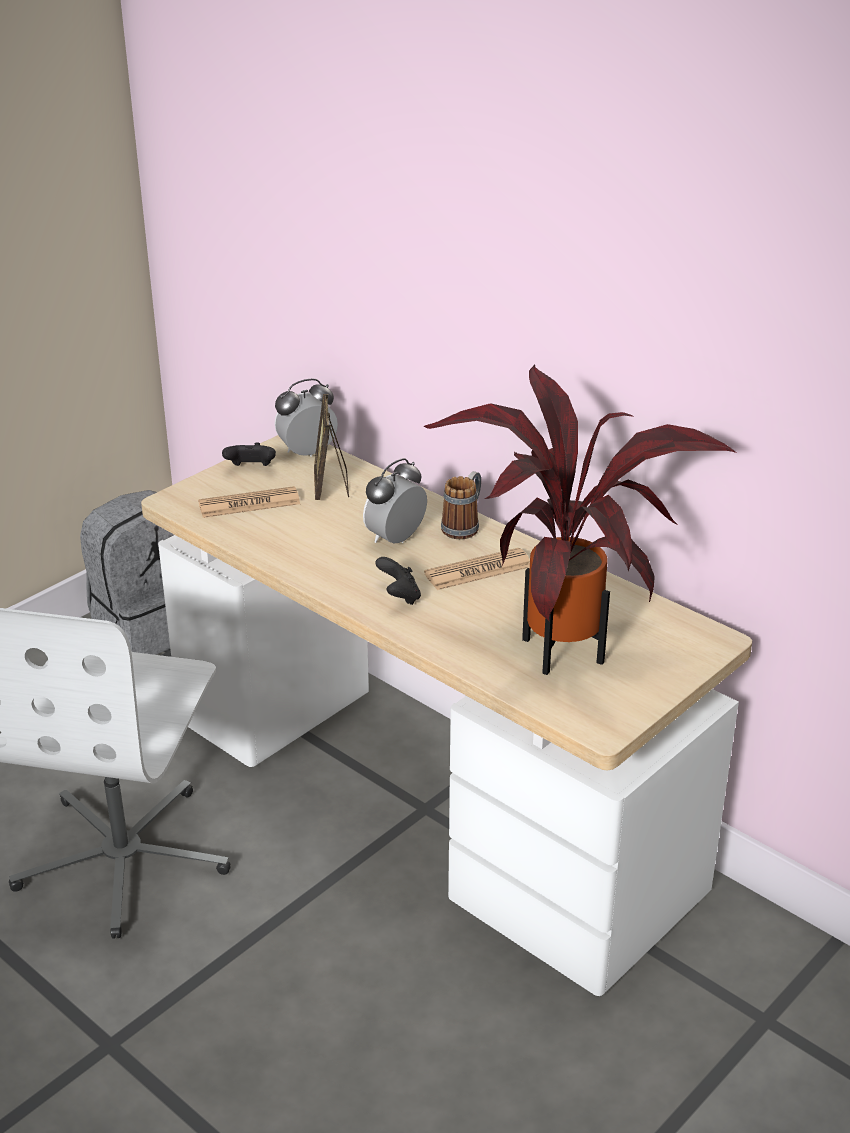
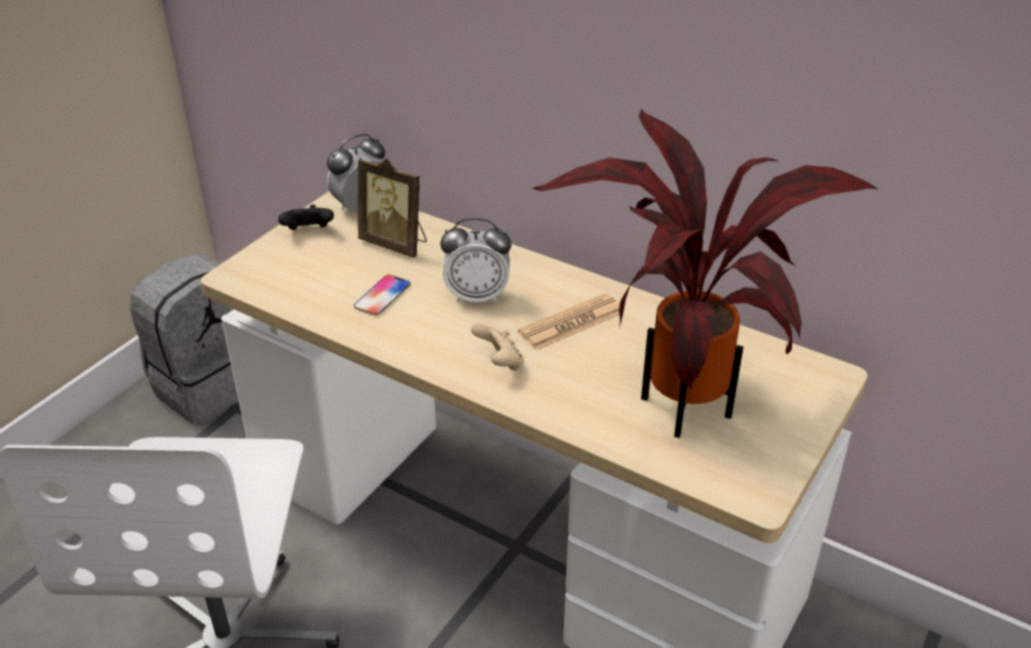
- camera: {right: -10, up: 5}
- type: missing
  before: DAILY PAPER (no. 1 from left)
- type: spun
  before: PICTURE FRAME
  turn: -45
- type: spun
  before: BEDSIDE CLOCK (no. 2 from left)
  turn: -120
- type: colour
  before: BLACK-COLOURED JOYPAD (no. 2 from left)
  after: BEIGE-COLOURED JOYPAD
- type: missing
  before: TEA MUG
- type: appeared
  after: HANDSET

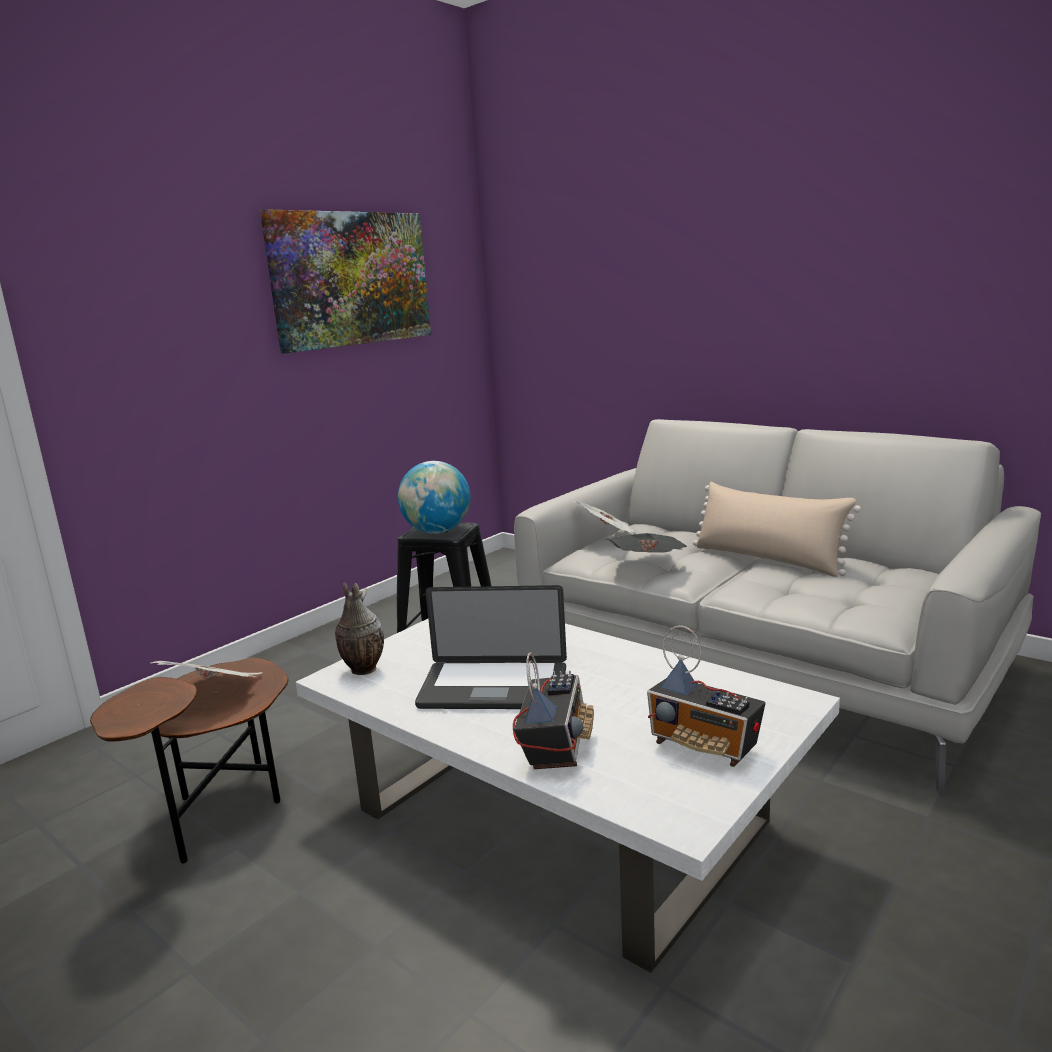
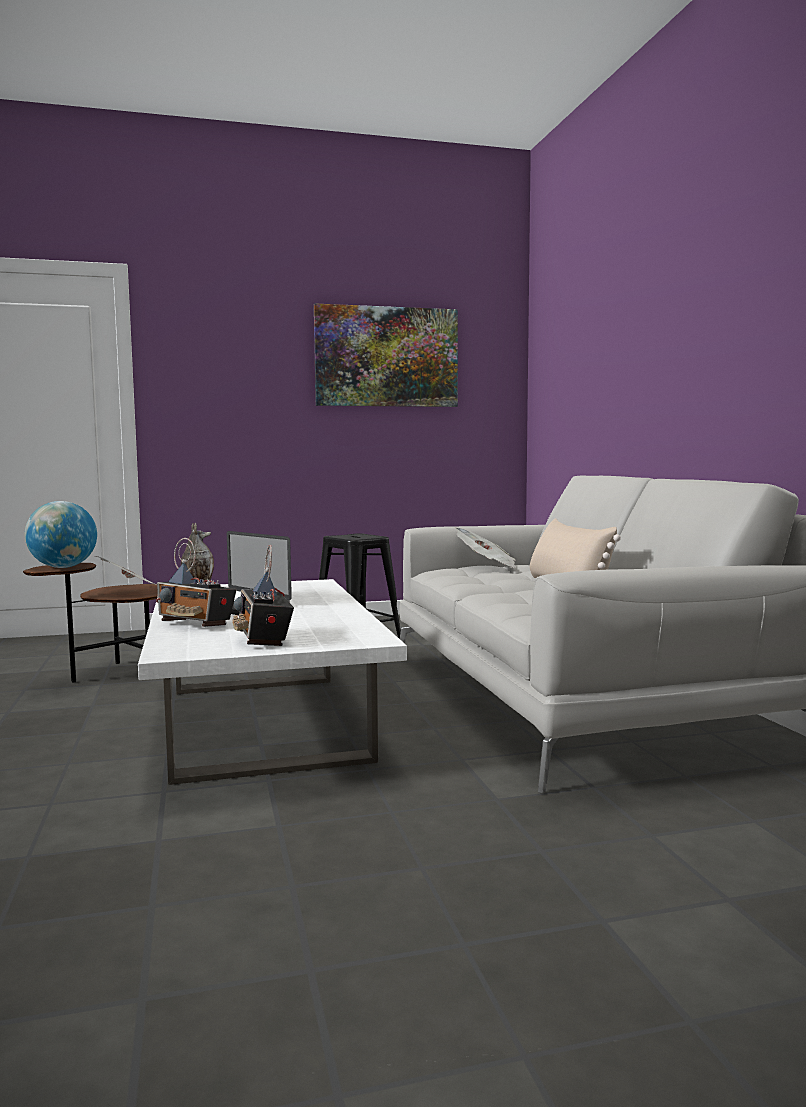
- camera: {right: 35, up: -10}
- type: relocated
  before: DESK GLOBE
- type: spun
  before: RADIO RECEIVER (no. 1 from left)
  turn: 75
- type: missing
  before: DAILY PAPER (no. 3 from left)

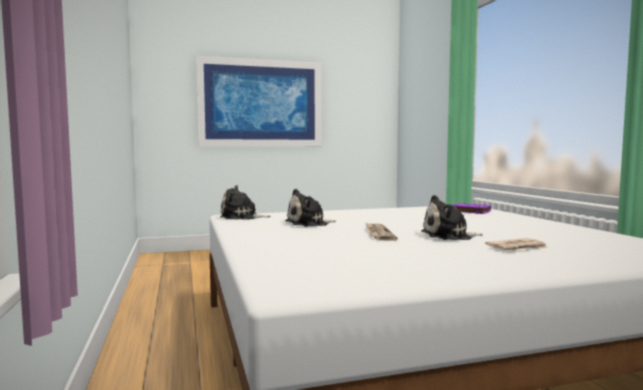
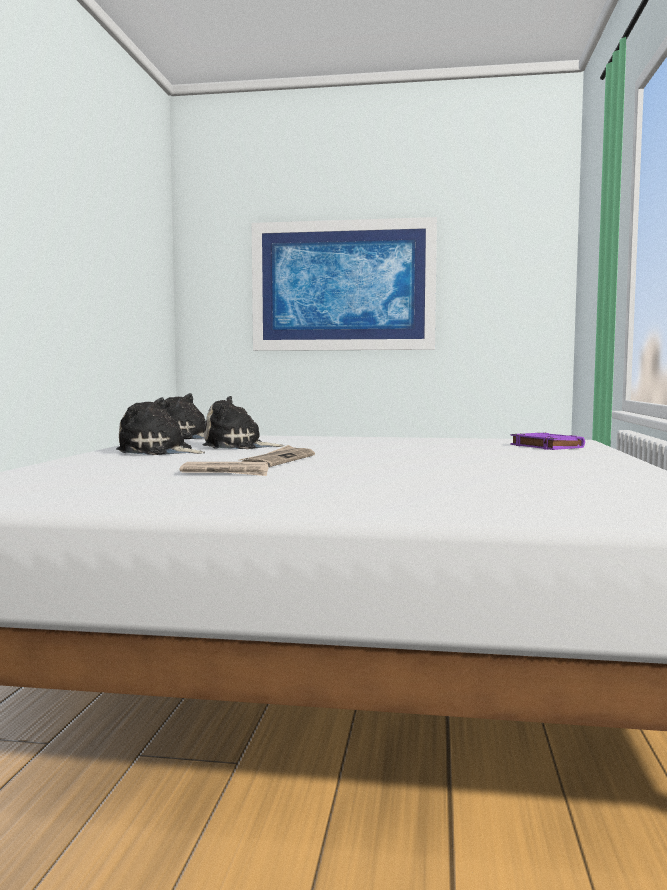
- camera: {right: 25, up: 0}
- type: relocated
  before: SOFT TOY (no. 3 from left in the first image)
  after: SOFT TOY (no. 1 from left)
- type: relocated
  before: DAILY PAPER (no. 2 from left in the first image)
  after: DAILY PAPER (no. 1 from left)

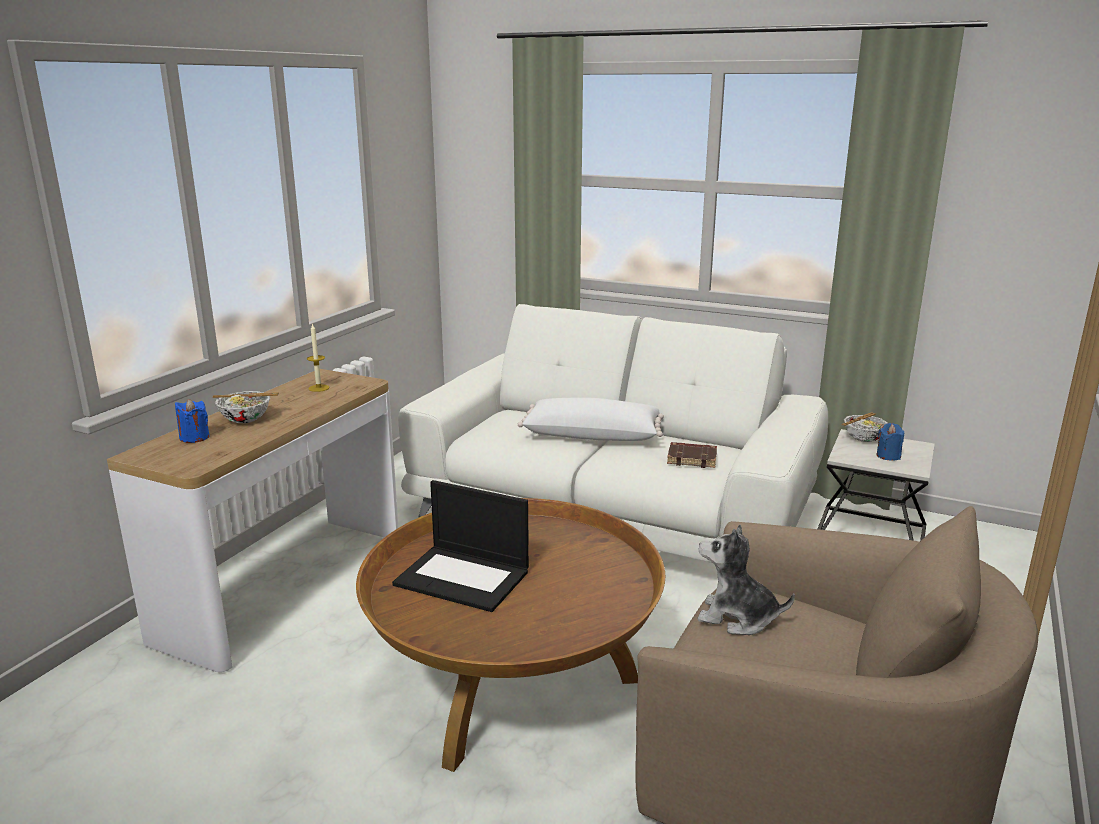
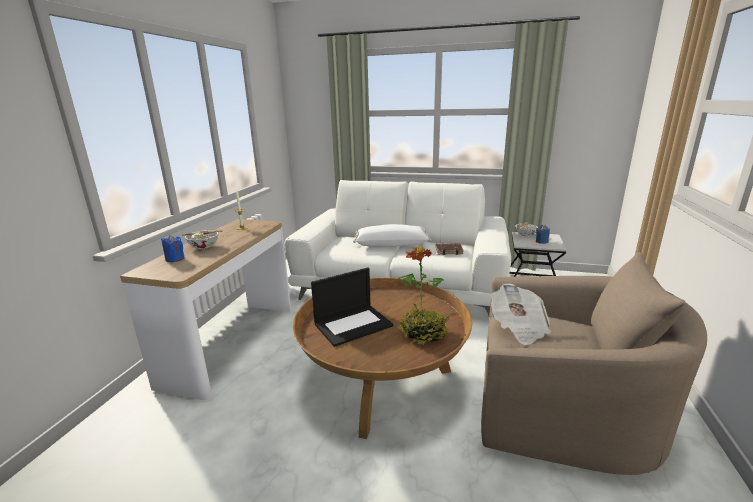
- camera: {right: -10, up: 0}
- type: spun
  before: LAPTOP
  turn: -45
- type: exchanged
  before: SOFT TOY
  after: DAILY PAPER
- type: appeared
  after: PLANT IN A POT

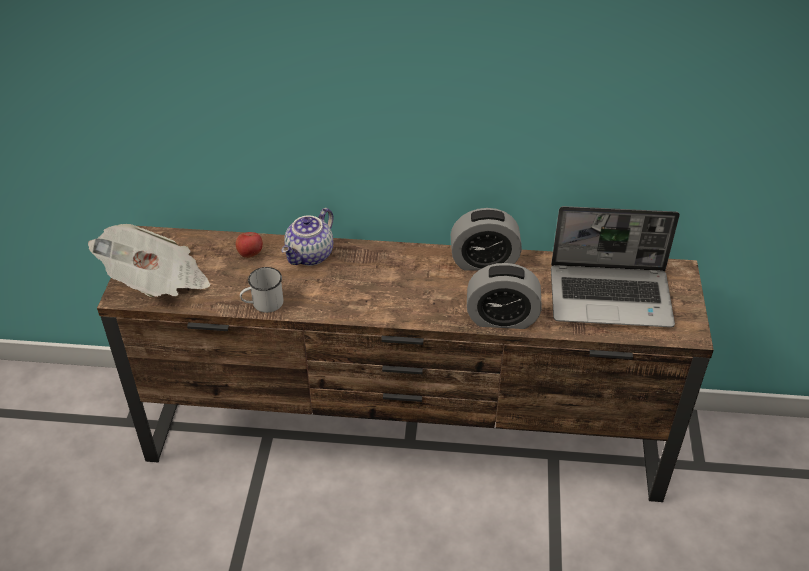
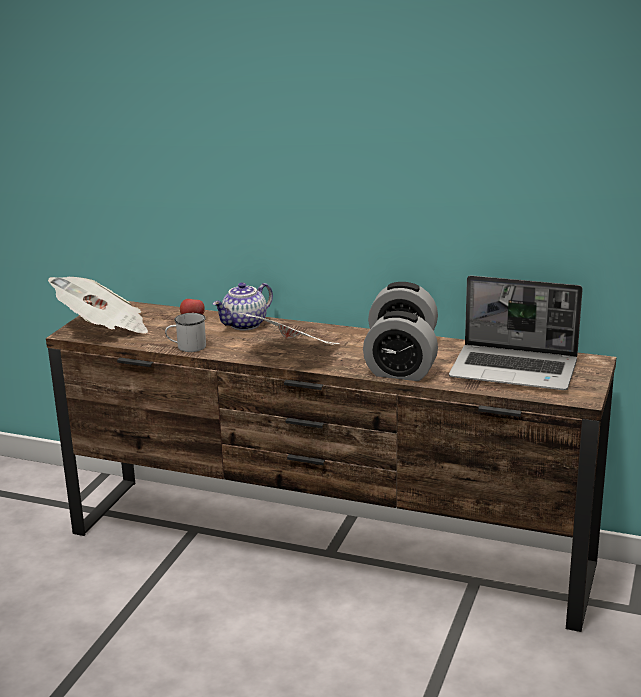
- camera: {right: 15, up: -20}
- type: appeared
  after: DAILY PAPER (no. 2 from left)

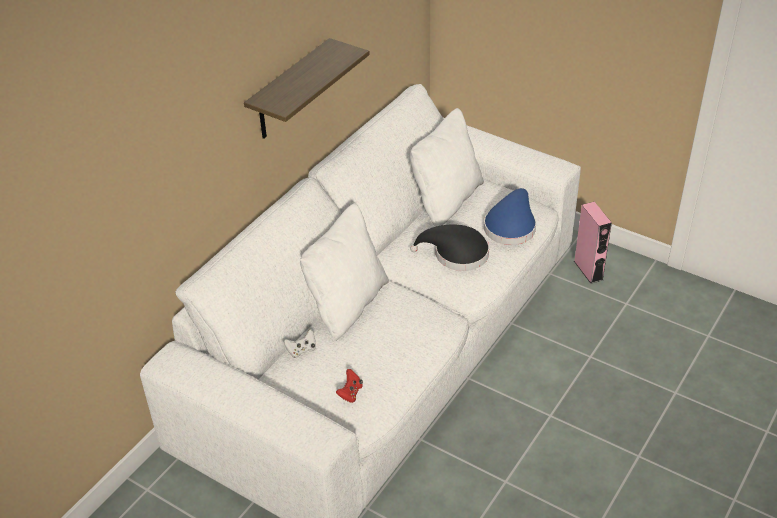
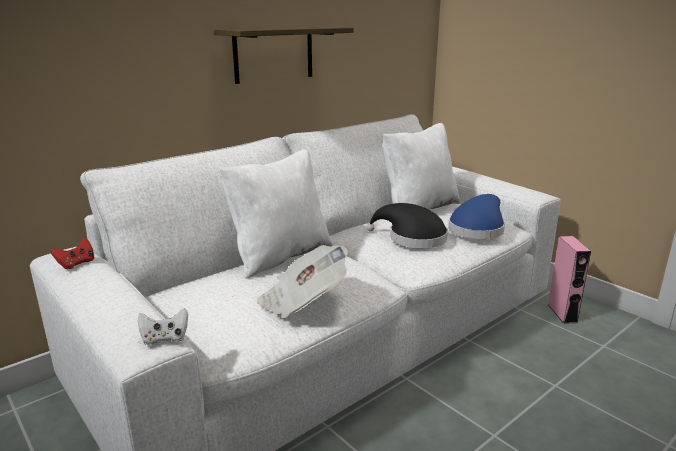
- camera: {right: 15, up: -20}
- type: relocated
  before: WHITE JOYPAD
- type: relocated
  before: RED JOYPAD
- type: appeared
  after: DAILY PAPER

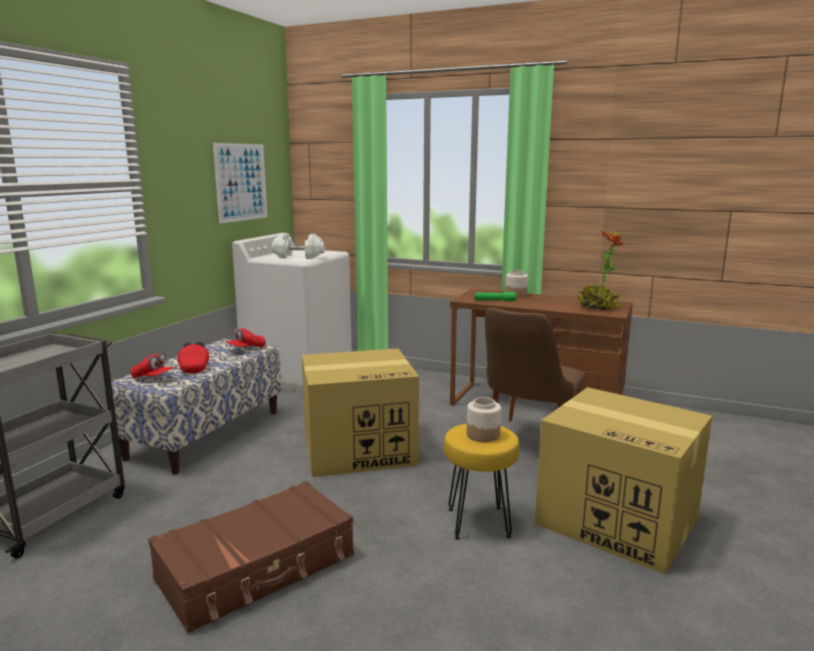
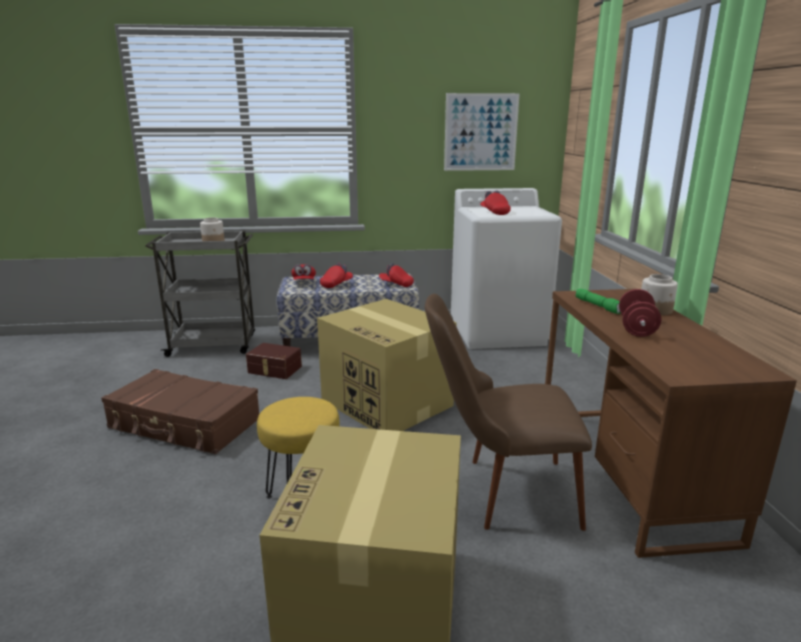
- camera: {right: 60, up: 5}
- type: exchanged
  before: WHITE FREE WEIGHT
  after: RED BASEBALL CAP (no. 4 from left)
- type: relocated
  before: JAR (no. 1 from left)
- type: missing
  before: PLANT IN A POT
- type: appeared
  after: BROWN STORAGE BIN
- type: appeared
  after: RED FREE WEIGHT

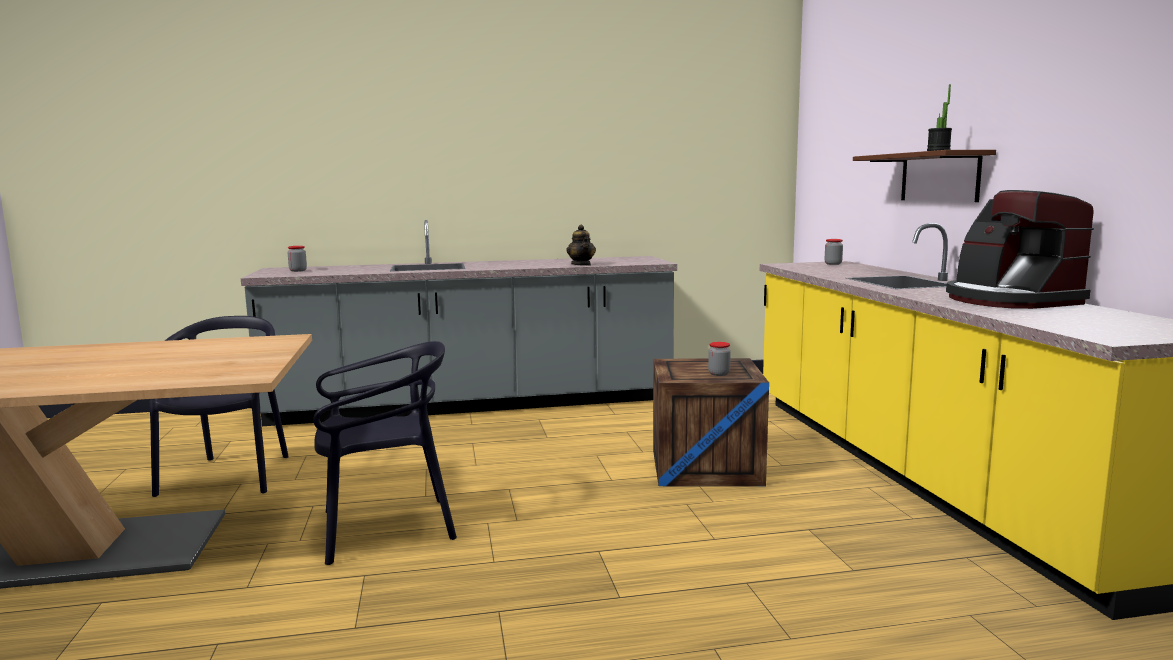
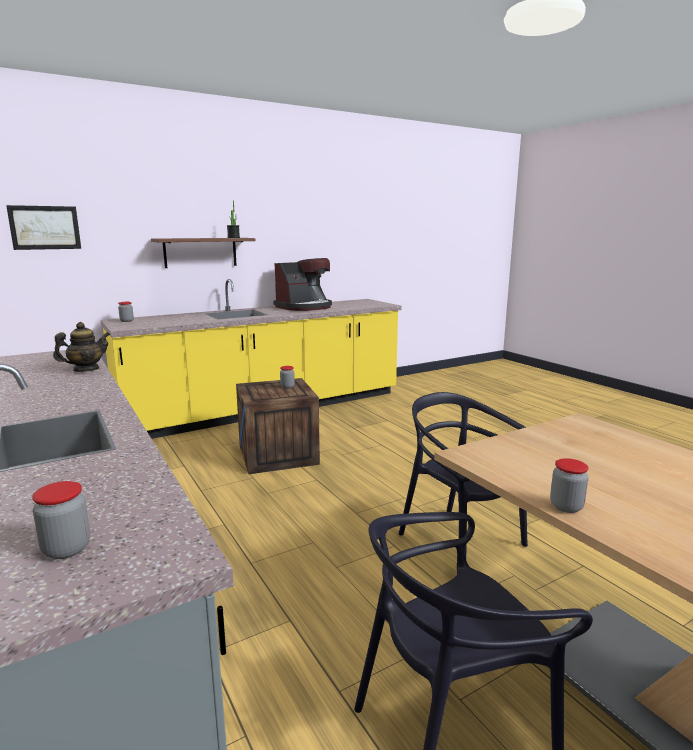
- camera: {right: -110, up: 5}
- type: appeared
  after: PICTURE
- type: appeared
  after: JAR (no. 4 from left)

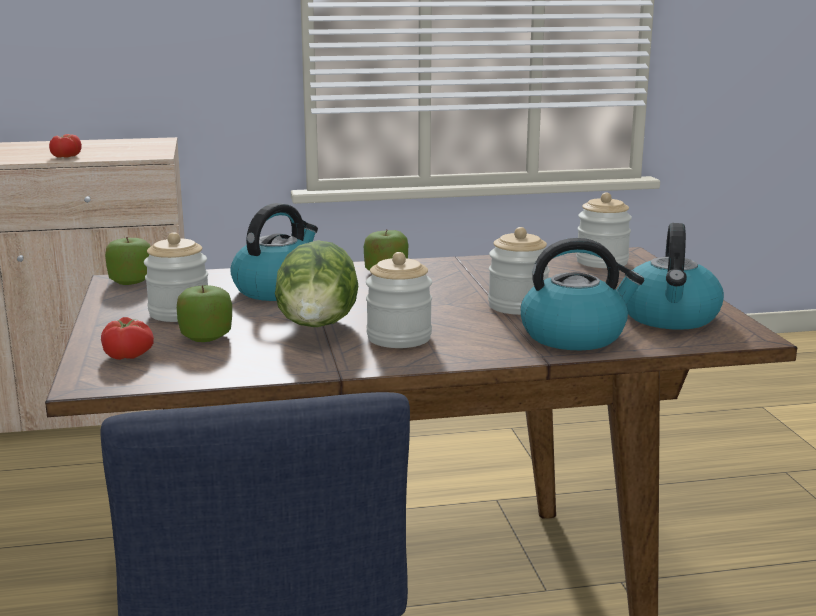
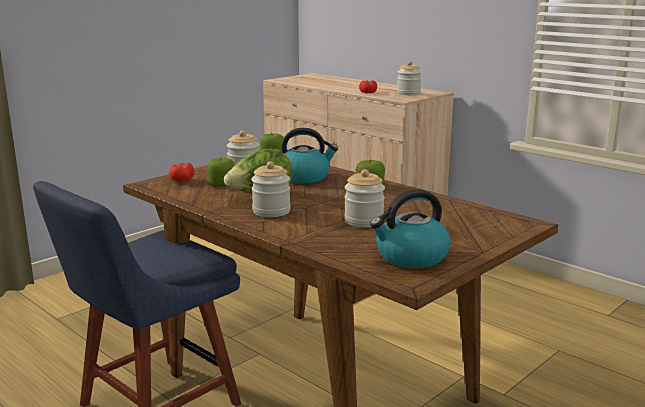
- camera: {right: 55, up: 0}
- type: missing
  before: KETTLE (no. 2 from left)
- type: relocated
  before: JAR (no. 4 from left)

